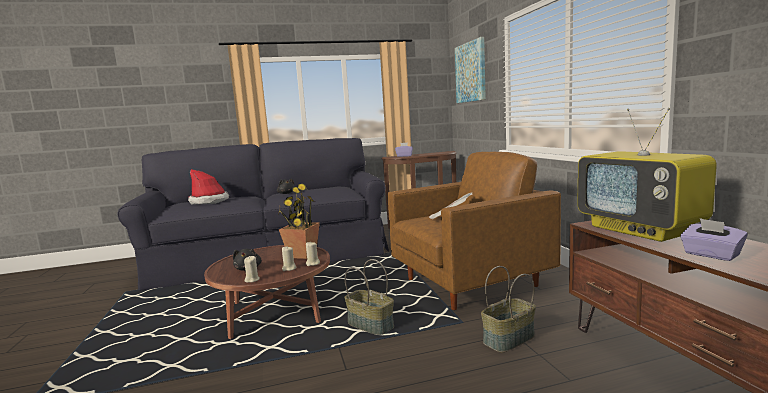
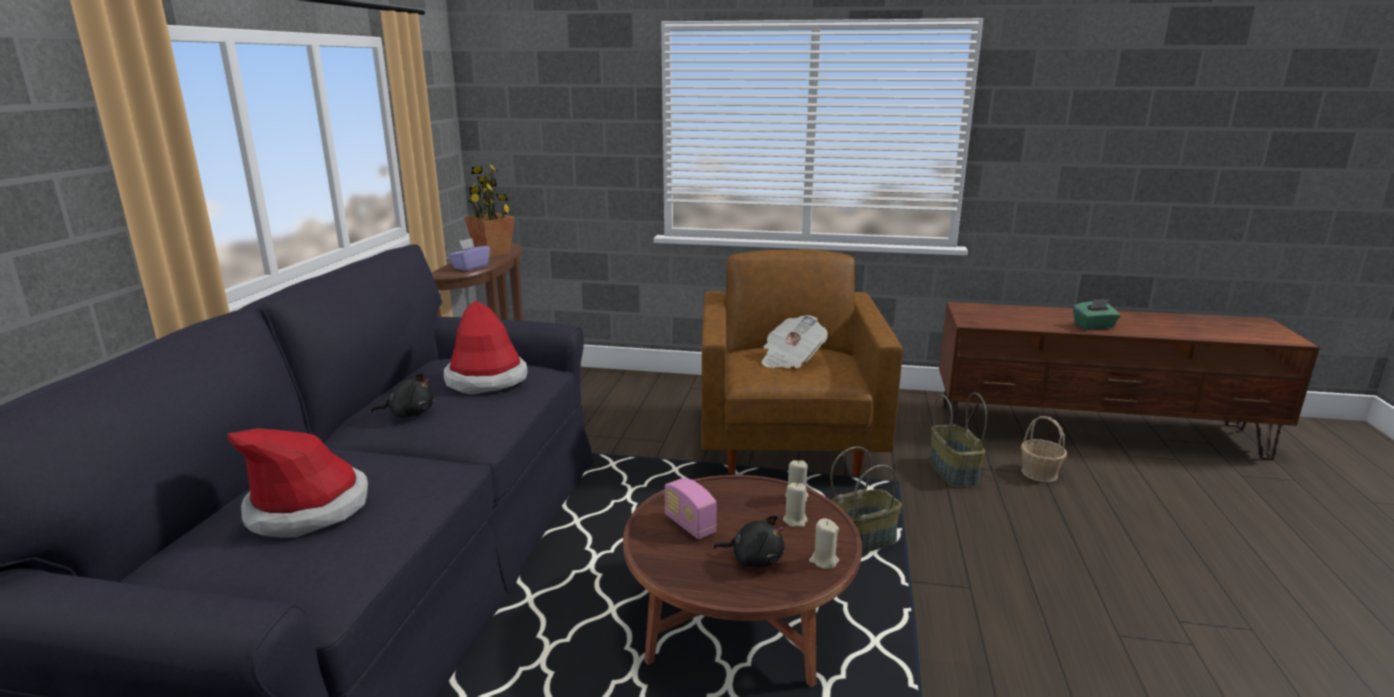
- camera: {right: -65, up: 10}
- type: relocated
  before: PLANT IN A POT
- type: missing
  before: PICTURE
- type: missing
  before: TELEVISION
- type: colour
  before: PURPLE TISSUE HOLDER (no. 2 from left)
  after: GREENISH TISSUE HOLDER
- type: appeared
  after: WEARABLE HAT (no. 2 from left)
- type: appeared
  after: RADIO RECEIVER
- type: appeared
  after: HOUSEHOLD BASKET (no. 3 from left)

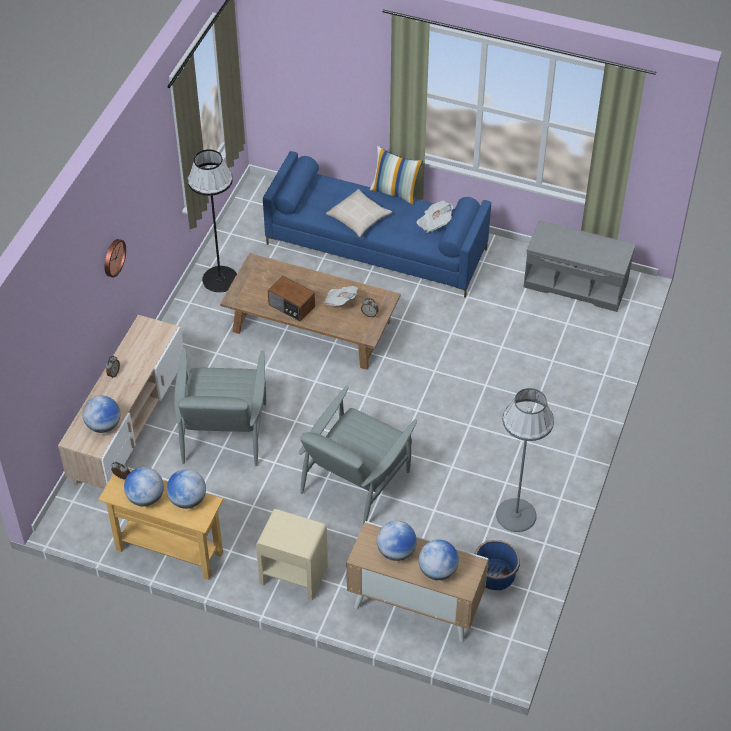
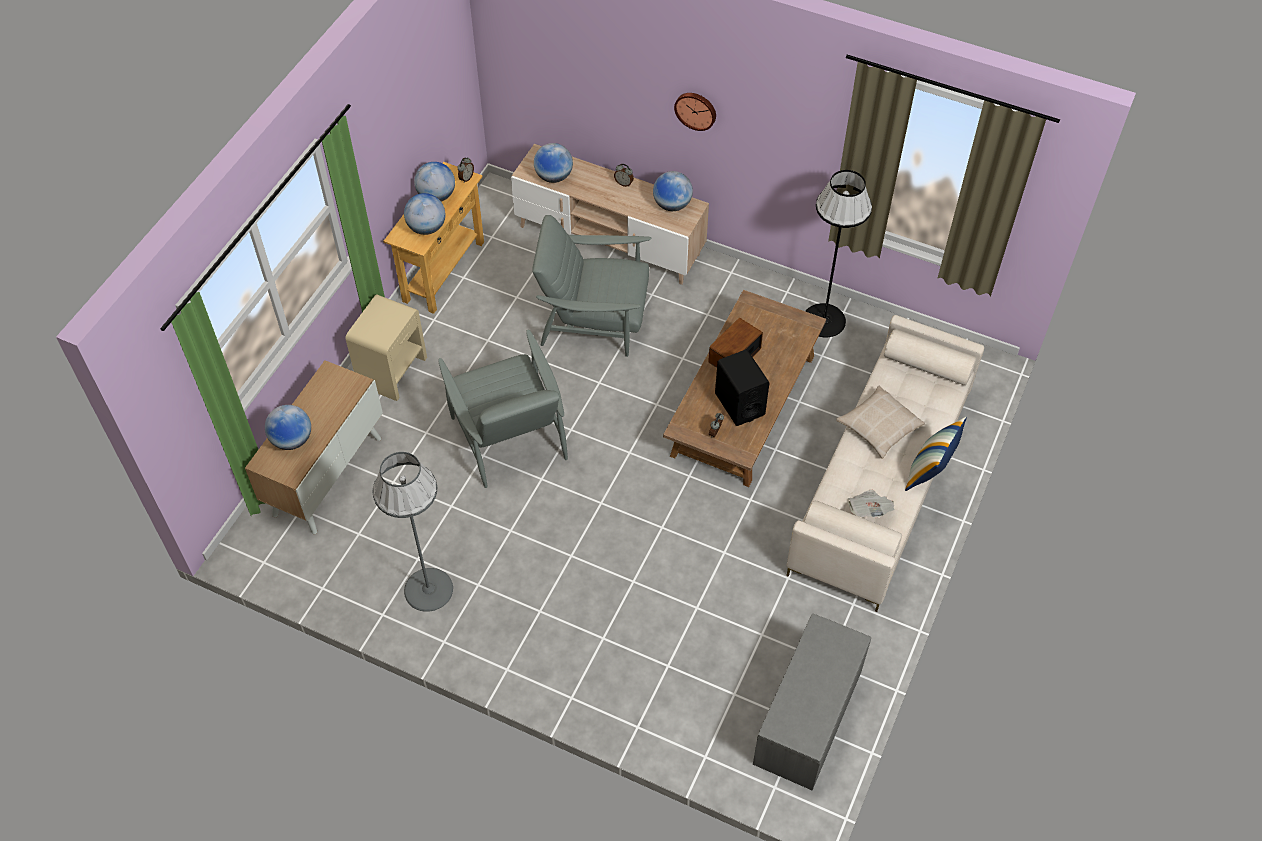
- camera: {right: 95, up: 5}
- type: colour
  before: BLUE-COLOURED SETTEE
  after: BEIGE-COLOURED SETTEE
- type: spun
  before: GRAY EASY CHAIR (no. 2 from left in the first image)
  turn: -150
- type: exchanged
  before: DAILY PAPER (no. 1 from left)
  after: BLACK-COLOURED AUDIO SPEAKER
- type: relocated
  before: DESK GLOBE (no. 4 from left in the first image)
  after: DESK GLOBE (no. 5 from left)
- type: missing
  before: BLUE-COLOURED FLOWER POT

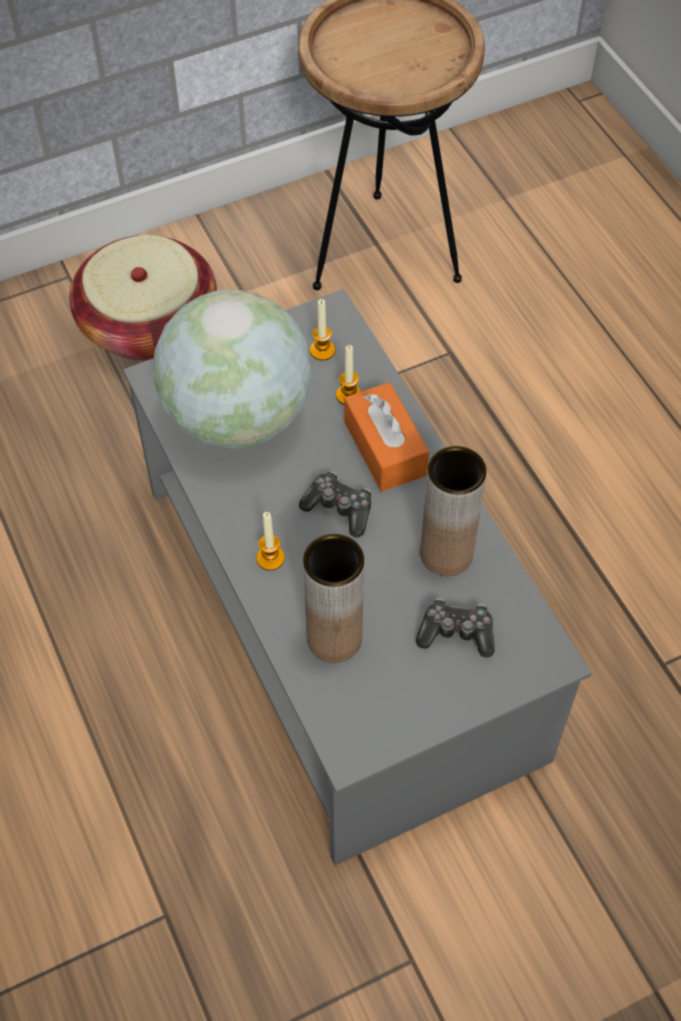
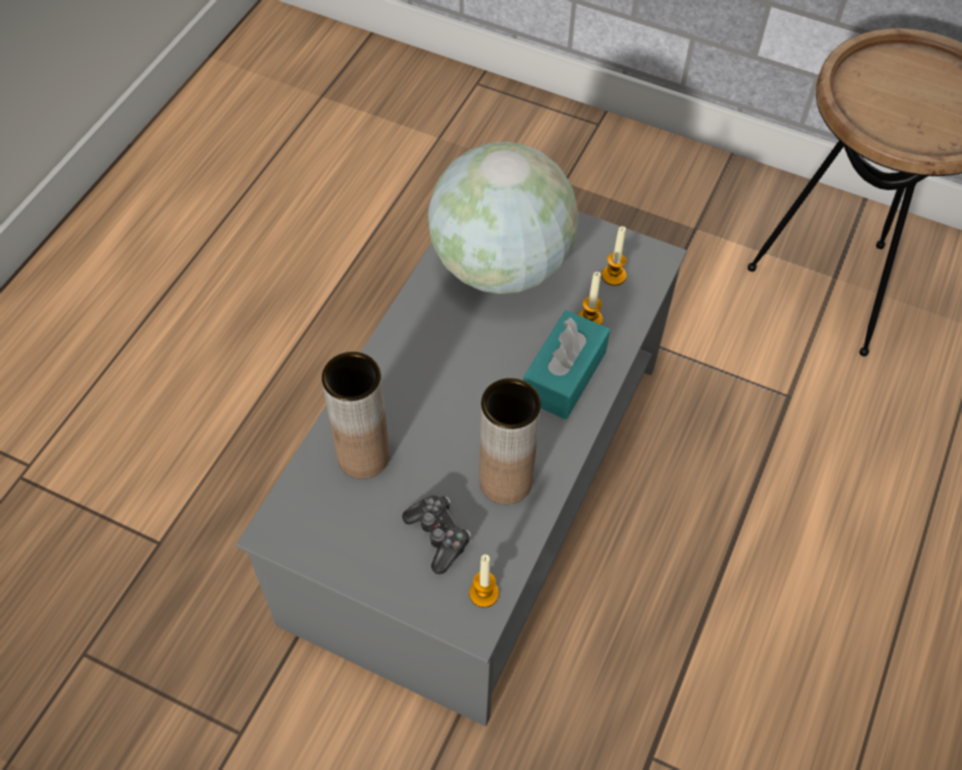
- camera: {right: 50, up: 0}
- type: missing
  before: HOUSEHOLD BASKET
- type: relocated
  before: CANDLE (no. 1 from left)
- type: missing
  before: JOYPAD (no. 1 from left)
- type: colour
  before: ORANGE-COLOURED TISSUE HOLDER
  after: TURQUOISE TISSUE HOLDER

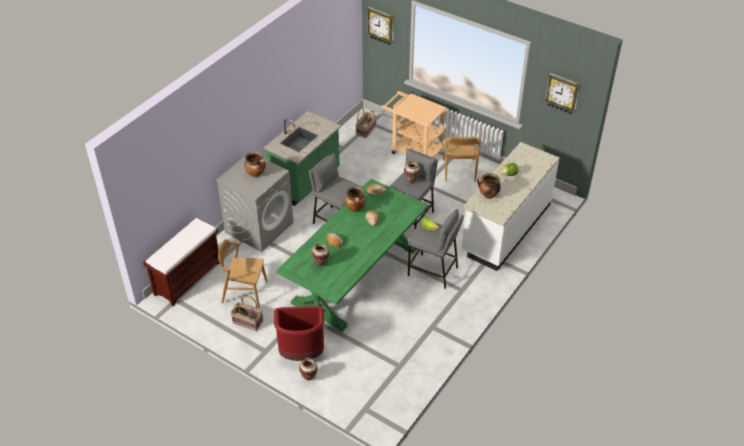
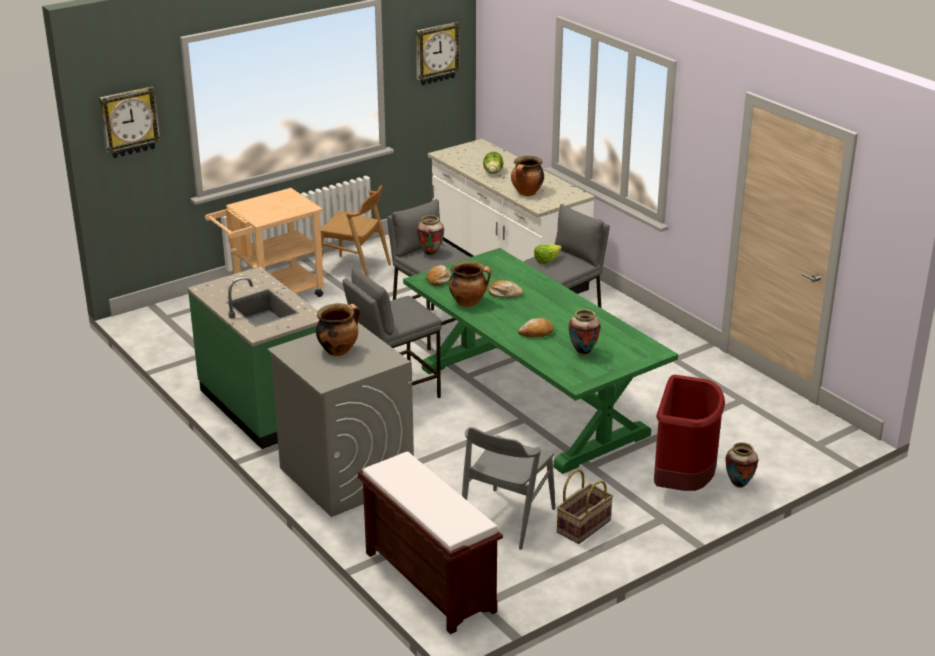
- camera: {right: -70, up: -15}
- type: colour
  before: BROWN UPRIGHT CHAIR (no. 1 from left)
  after: GRAY UPRIGHT CHAIR
- type: missing
  before: HOUSEHOLD BASKET (no. 2 from left)

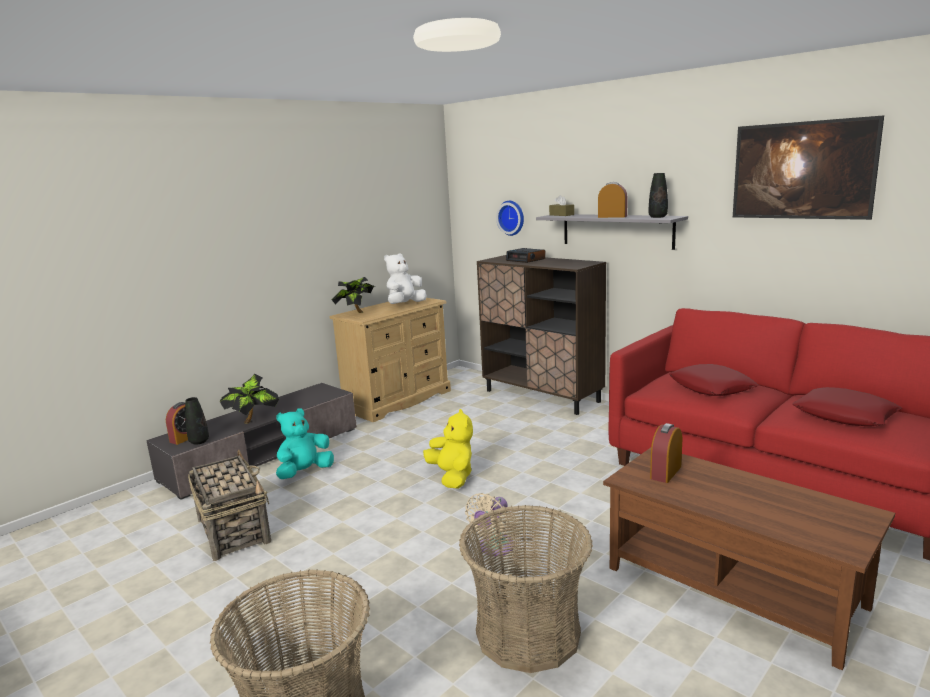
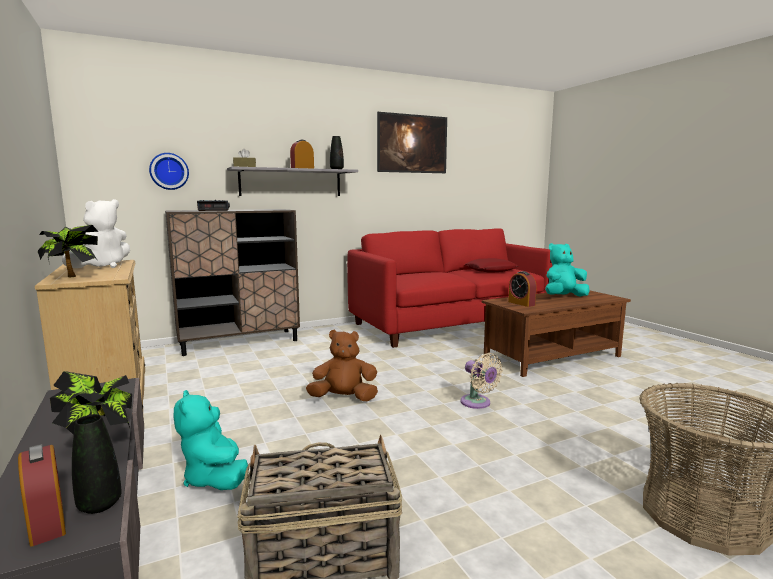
- camera: {right: -70, up: -5}
- type: spun
  before: WHITE SOFT TOY
  turn: -120
- type: colour
  before: YELLOW SOFT TOY
  after: BROWN SOFT TOY
- type: missing
  before: HOUSEHOLD BASKET (no. 3 from left)
- type: missing
  before: RED CUSHION (no. 1 from left)
- type: appeared
  after: TURQUOISE SOFT TOY (no. 2 from left)

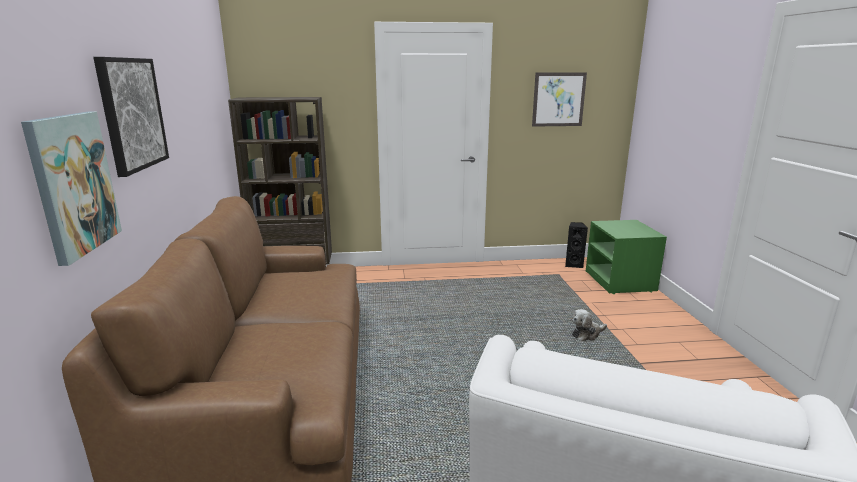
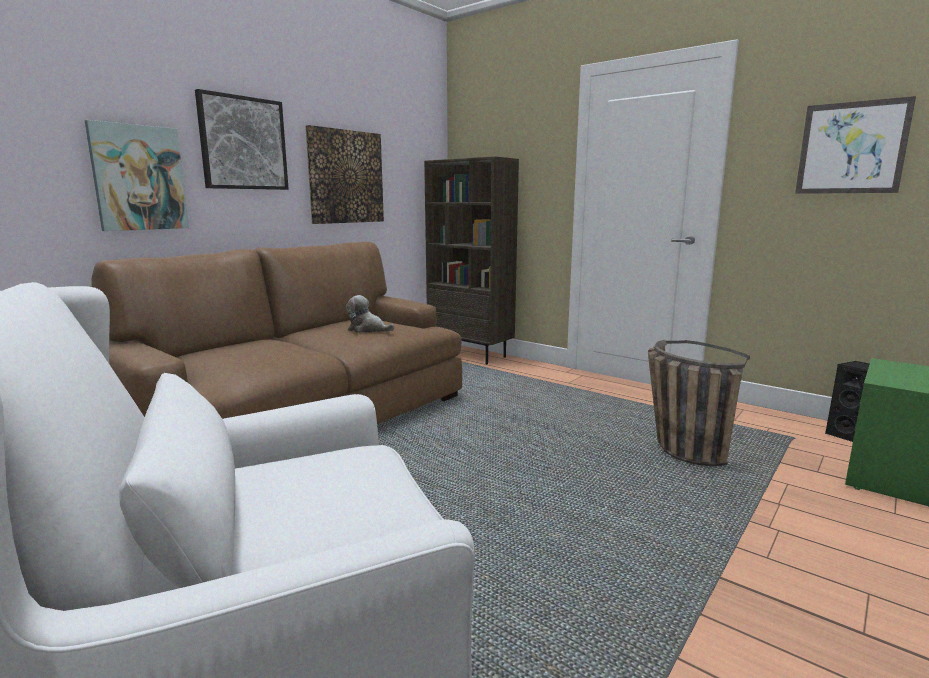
- camera: {right: 45, up: -5}
- type: relocated
  before: SOFT TOY
- type: appeared
  after: PICTURE (no. 3 from left)
- type: appeared
  after: HOUSEHOLD BASKET

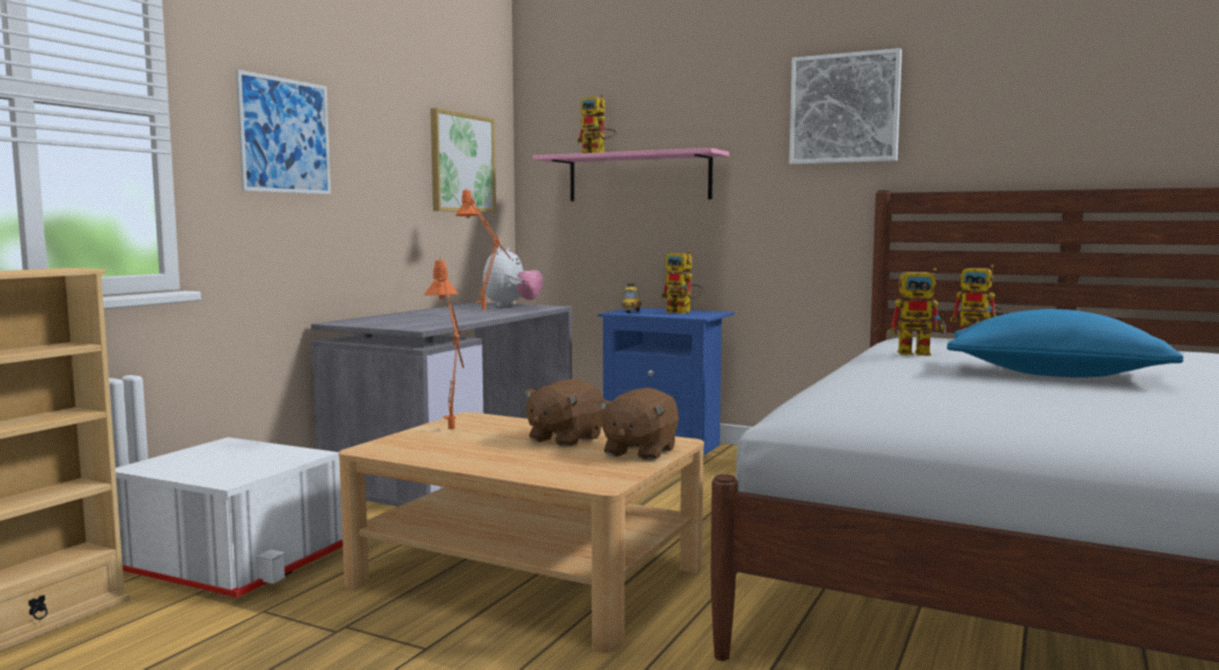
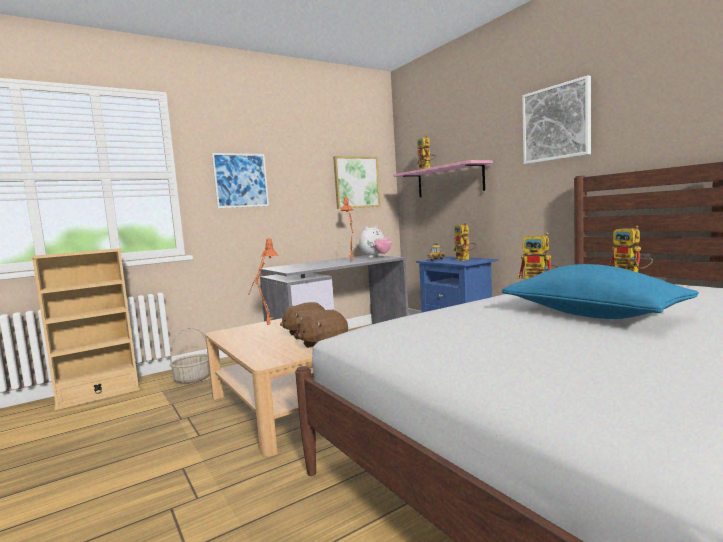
- camera: {right: 30, up: 0}
- type: exchanged
  before: WHITE STORAGE BIN
  after: HOUSEHOLD BASKET

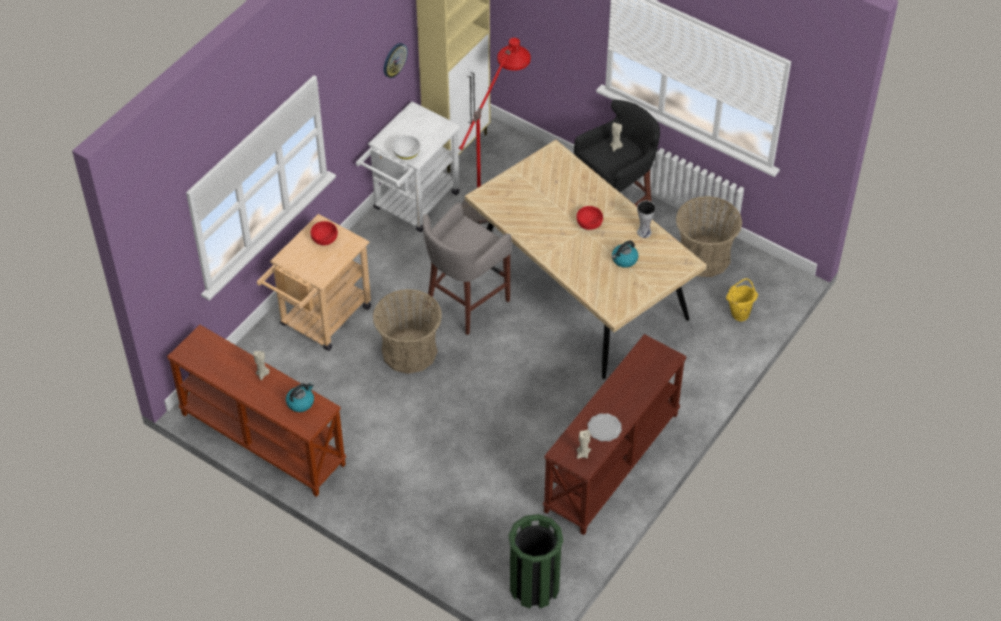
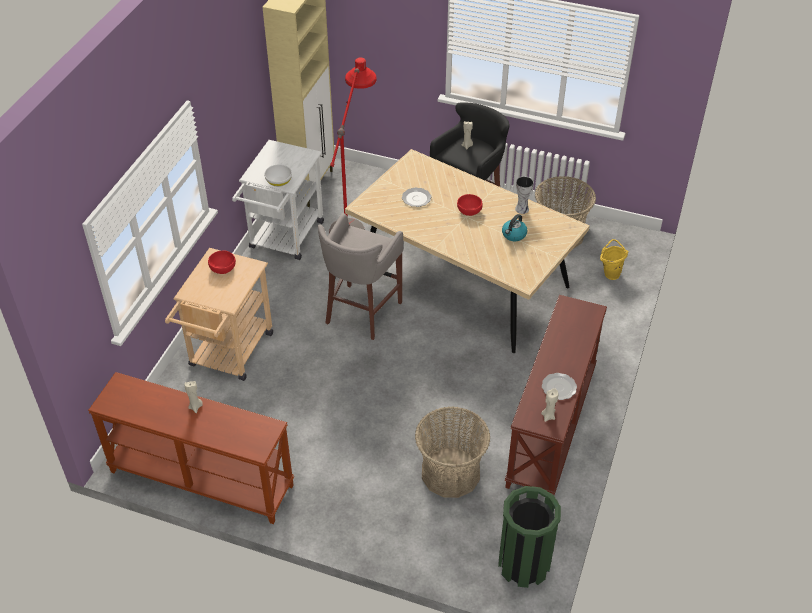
- camera: {right: -15, up: -5}
- type: missing
  before: KETTLE (no. 1 from left)
- type: relocated
  before: HOUSEHOLD BASKET (no. 1 from left)
- type: missing
  before: CLOCK ON THE WALL
- type: appeared
  after: FLAT DISH (no. 1 from left)

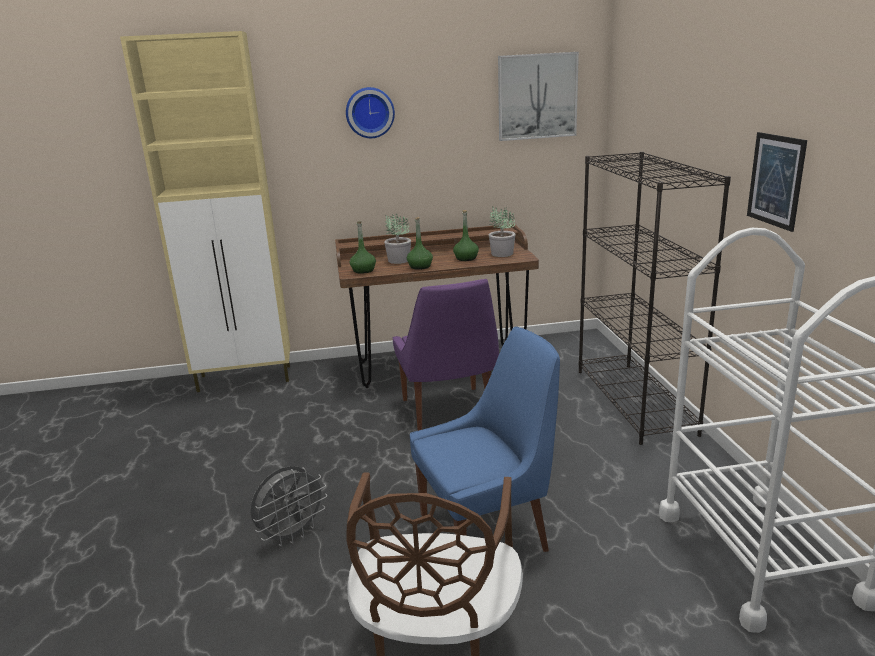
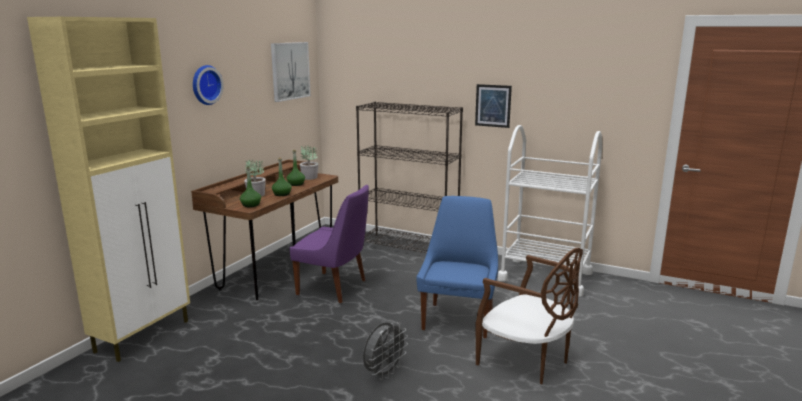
- camera: {right: -55, up: -5}
- type: spun
  before: GRAY FAN
  turn: 45

